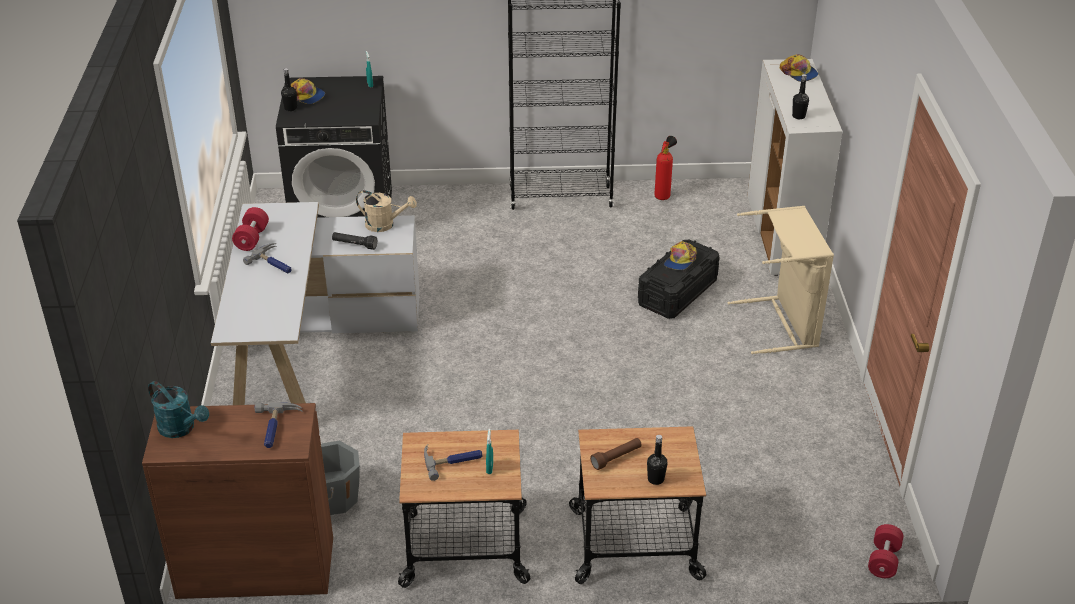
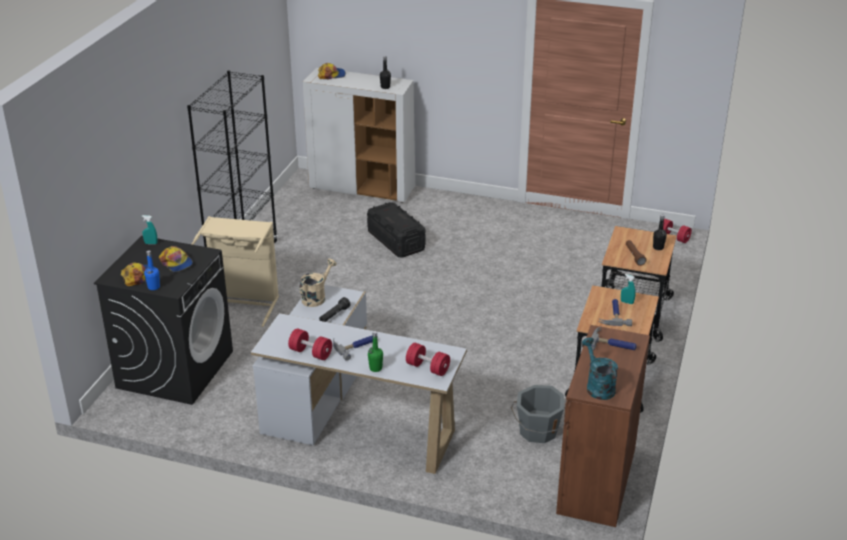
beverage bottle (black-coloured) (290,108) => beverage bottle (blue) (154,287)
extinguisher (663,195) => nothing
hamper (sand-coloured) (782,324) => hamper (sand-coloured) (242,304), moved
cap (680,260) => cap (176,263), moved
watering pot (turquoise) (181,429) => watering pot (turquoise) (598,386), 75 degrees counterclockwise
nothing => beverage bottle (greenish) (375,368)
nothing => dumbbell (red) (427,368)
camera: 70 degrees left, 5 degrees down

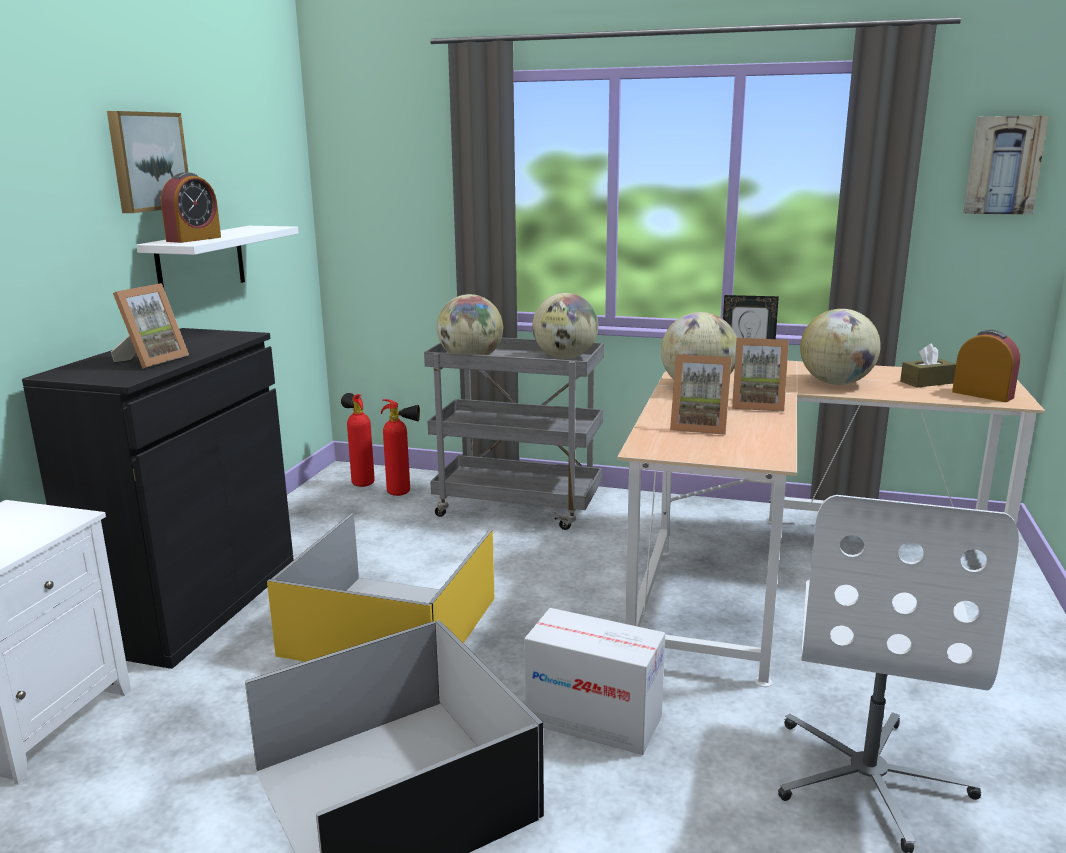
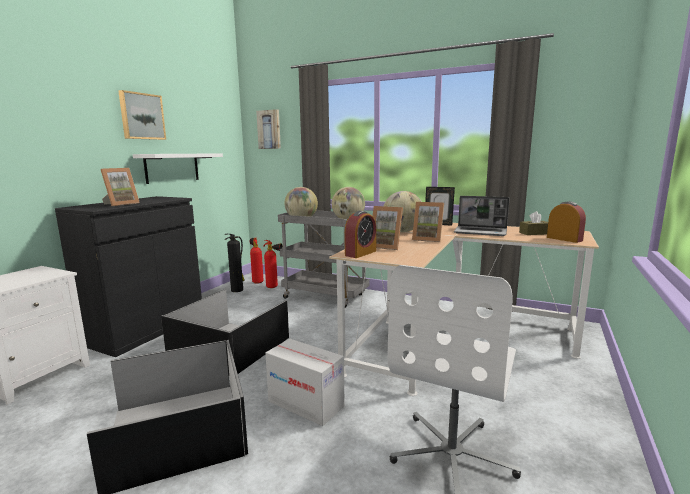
wall picture (1003,165) => wall picture (269,129), moved
alarm clock (194,239) => alarm clock (360,253), moved
globe (836,383) => portable computer (481,232)
storage box (yellow-coloured) (394,626) => storage box (black-coloured) (231,347)
nothing => extinguisher (237,290)
camera: 10 degrees right, 5 degrees down

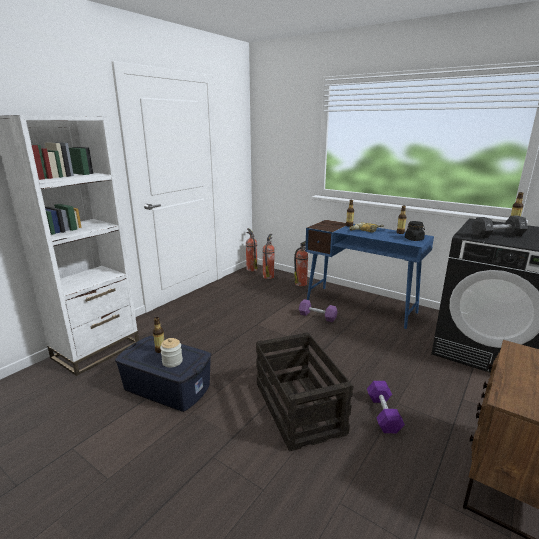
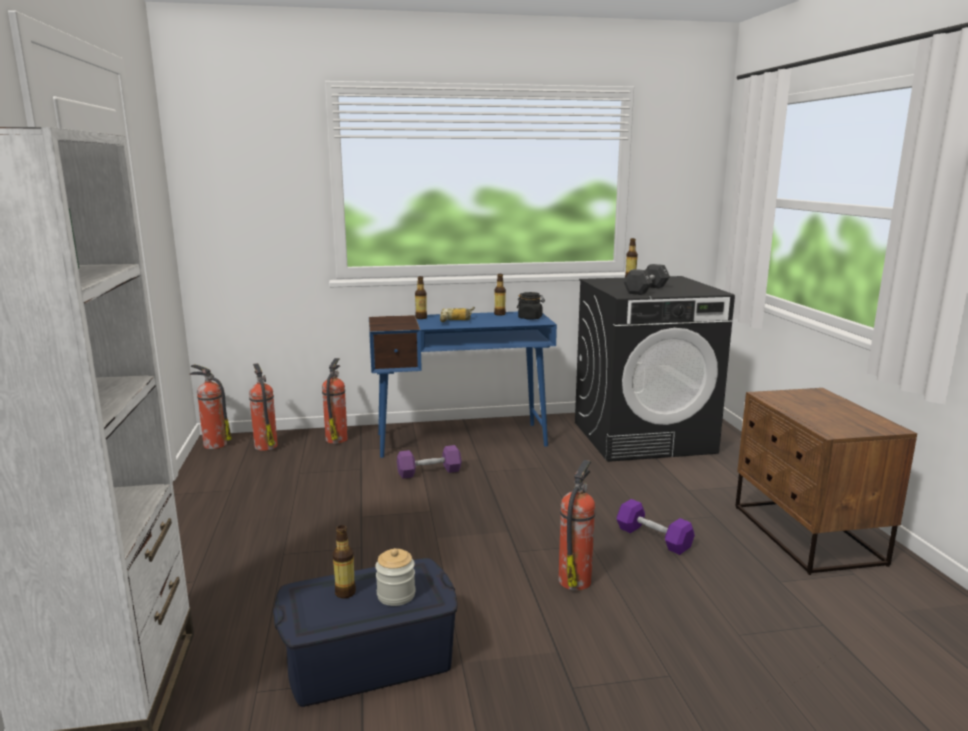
crate (299,408) => extinguisher (575,580)
camera: 45 degrees left, 5 degrees down

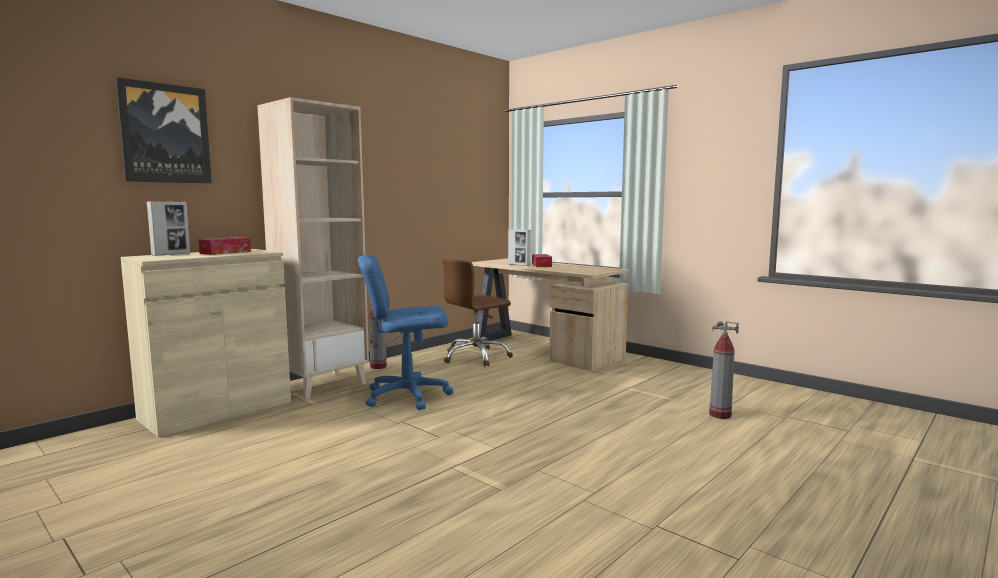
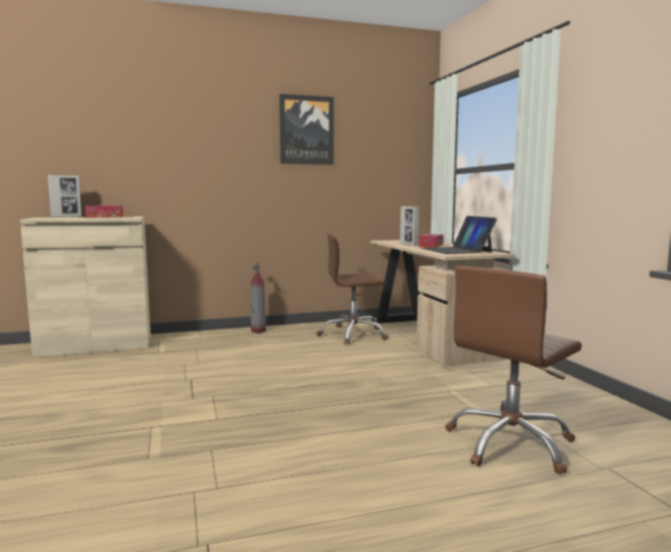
wall picture (165,133) => wall picture (306,130), moved
bookshelf (sand-coloured) (322,384) => nothing
desk chair (blue) (407,396) => nothing
extinguisher (720,415) => desk chair (brown) (510,444)
nothing => portable computer (456,250)
camera: 30 degrees right, 0 degrees up

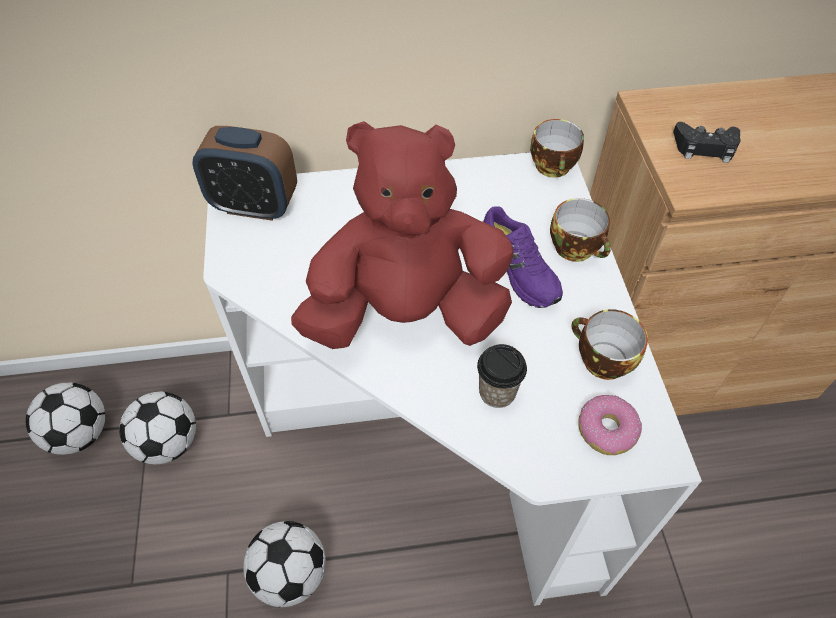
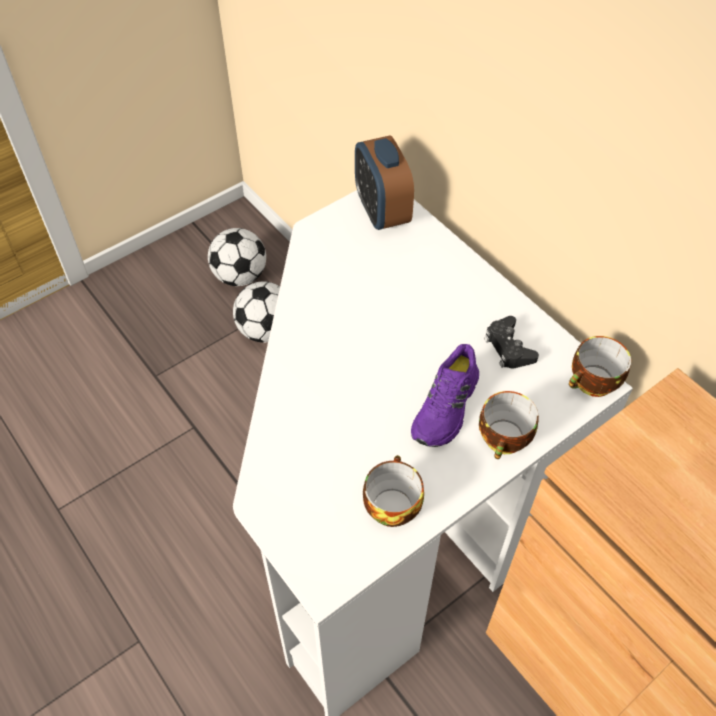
plush toy (red) (407,314) => nothing
gamepad (black-coloured) (704,147) => gamepad (black-coloured) (508,347), moved
drinking cup (497,392) => nothing
ring doughnut (606,429) => nothing
football ball (290,574) => nothing
camera: 60 degrees right, 0 degrees up

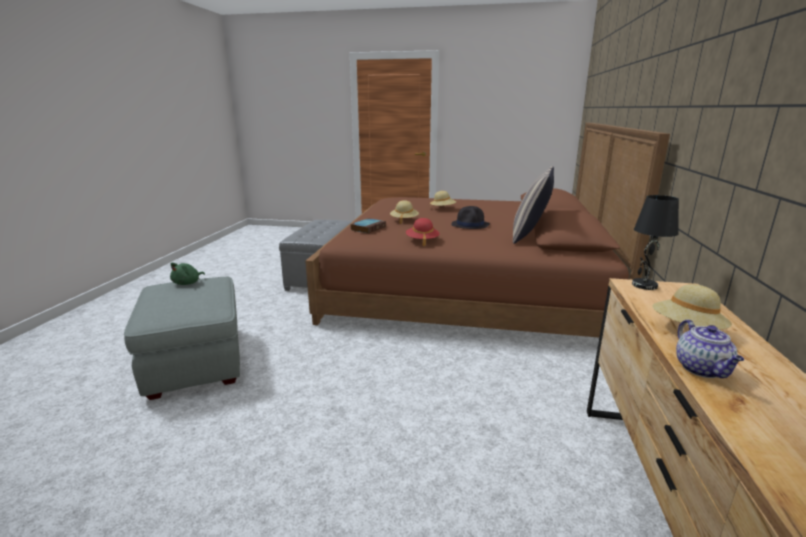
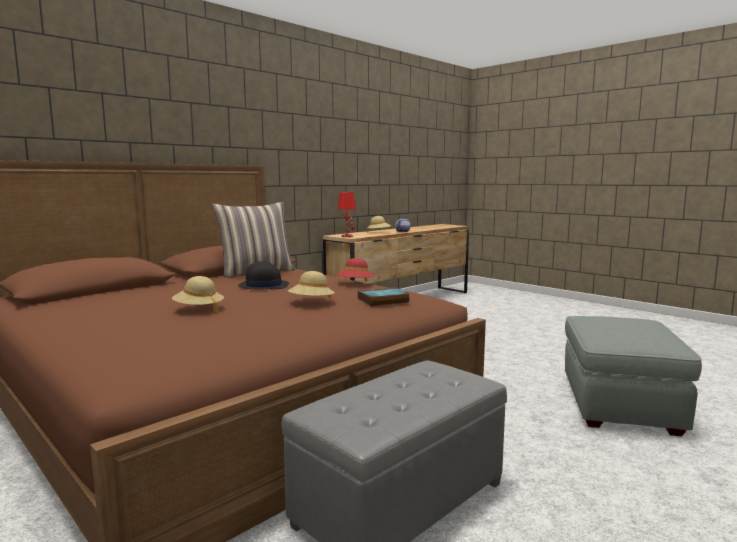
lamp for a table (black-coloured) (644,285) => lamp for a table (red) (347,236)
plush toy (greenish) (188,283) => nothing
camera: 145 degrees left, 10 degrees down

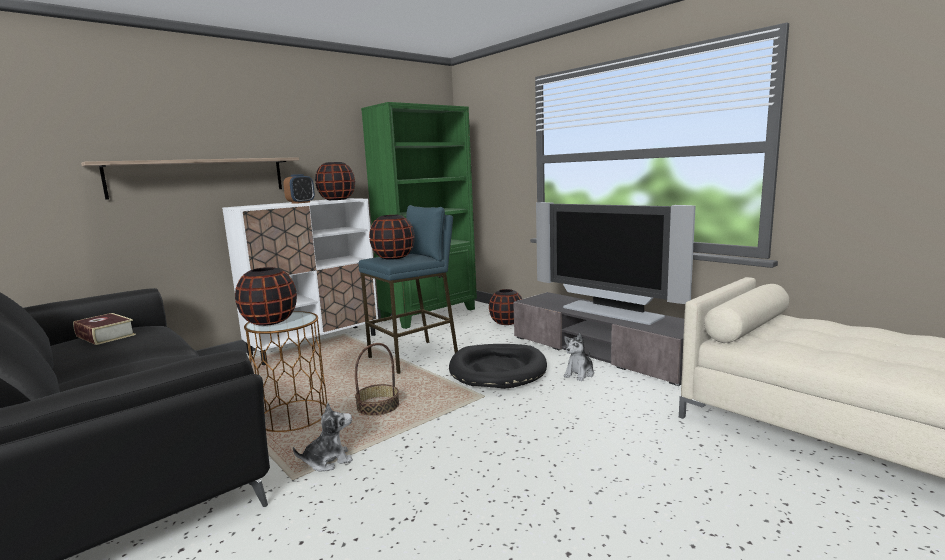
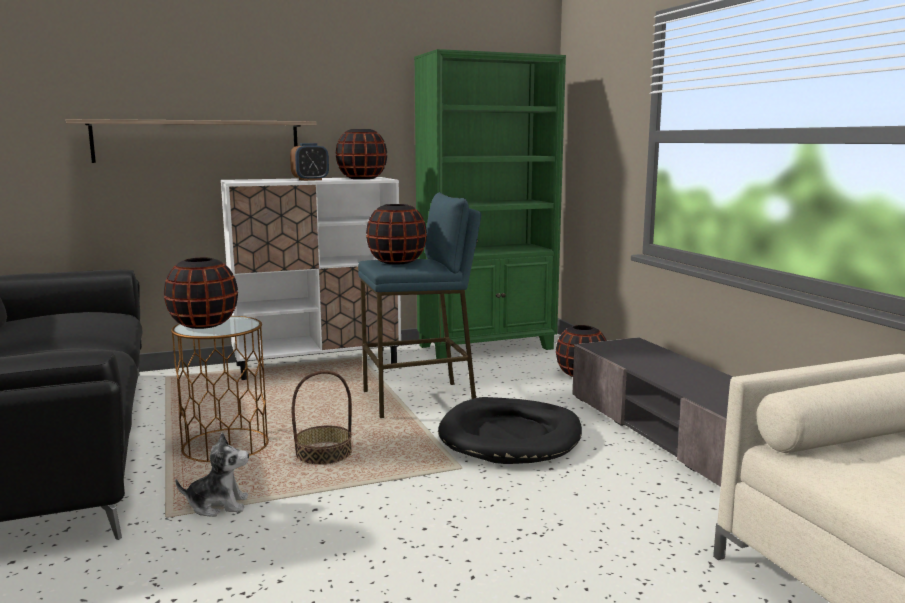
TV (610,312) => nothing
volume (105,335) => nothing
plush toy (579,374) => nothing
camera: 20 degrees right, 0 degrees up

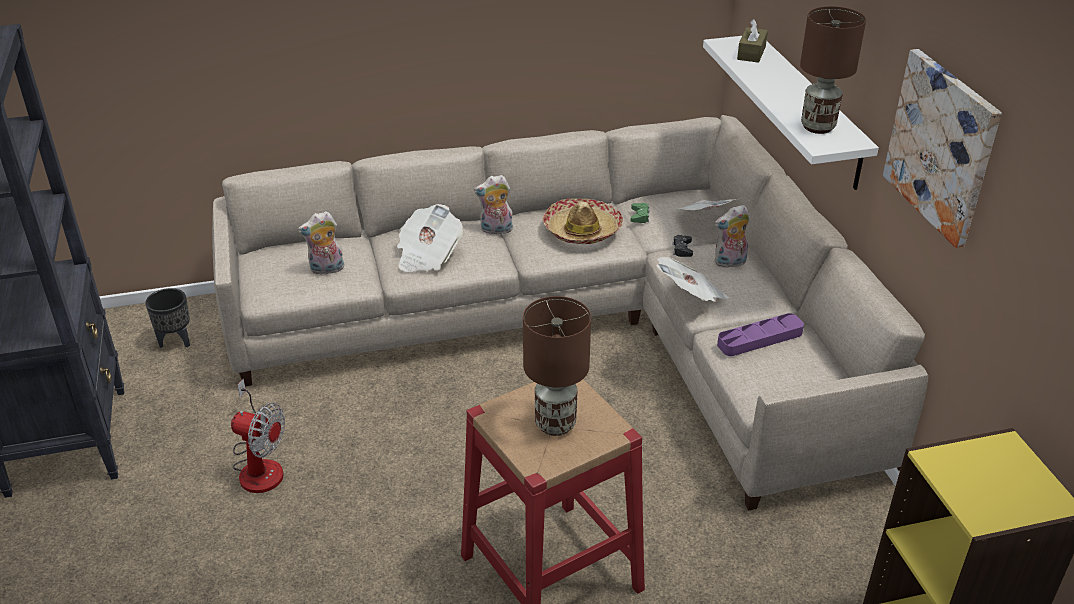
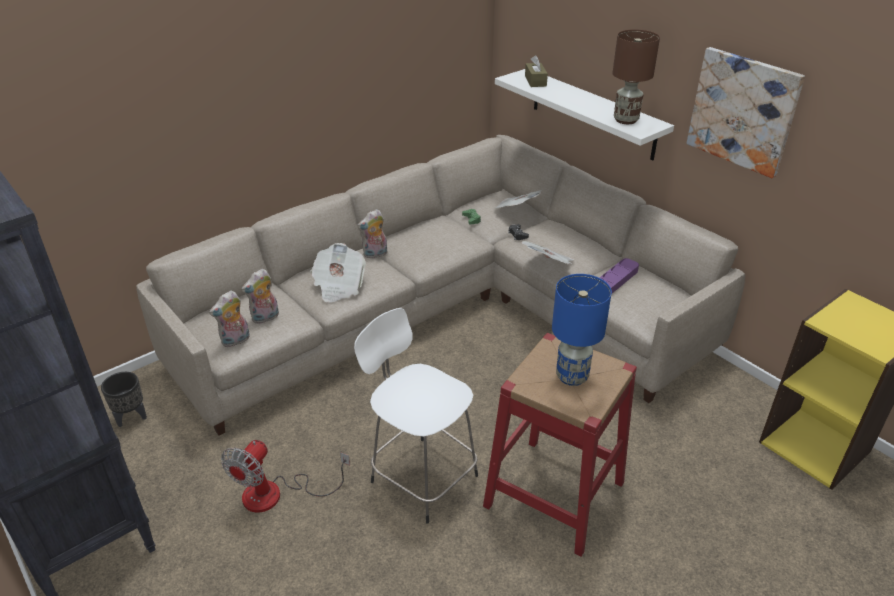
wearable hat (582,230) => nothing
plush toy (730,263) => plush toy (235,341), moved
lamp for a table (brown) (554,425) => lamp for a table (blue) (571,377)
electric fan (259,465) => electric fan (276,494), 120 degrees clockwise
nothing => stool (white-coloured) (421,476)
camera: 25 degrees left, 0 degrees up

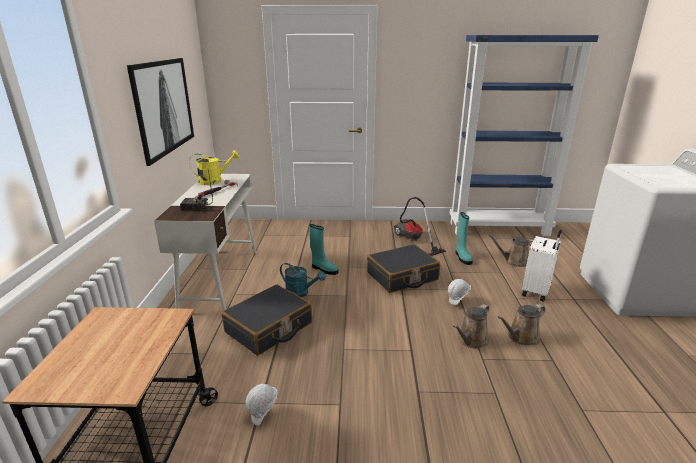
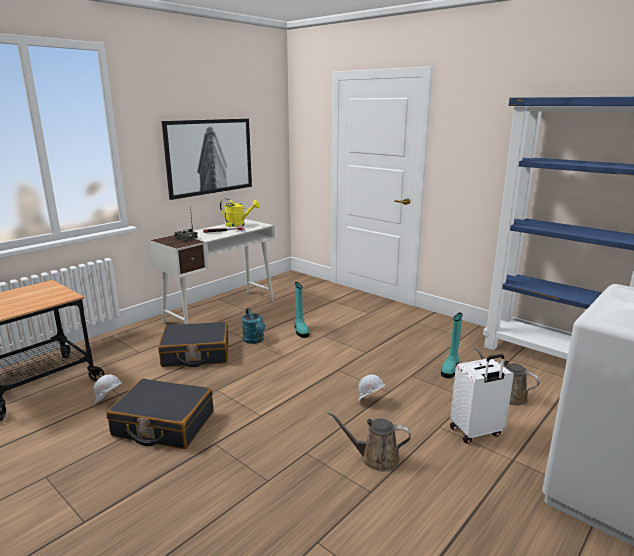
hoover (412,240) => nothing
travel case (black-coloured) (402,277) => travel case (black-coloured) (163,424), moved
watering pot (brown) (471,340) => nothing
camera: 40 degrees right, 5 degrees down

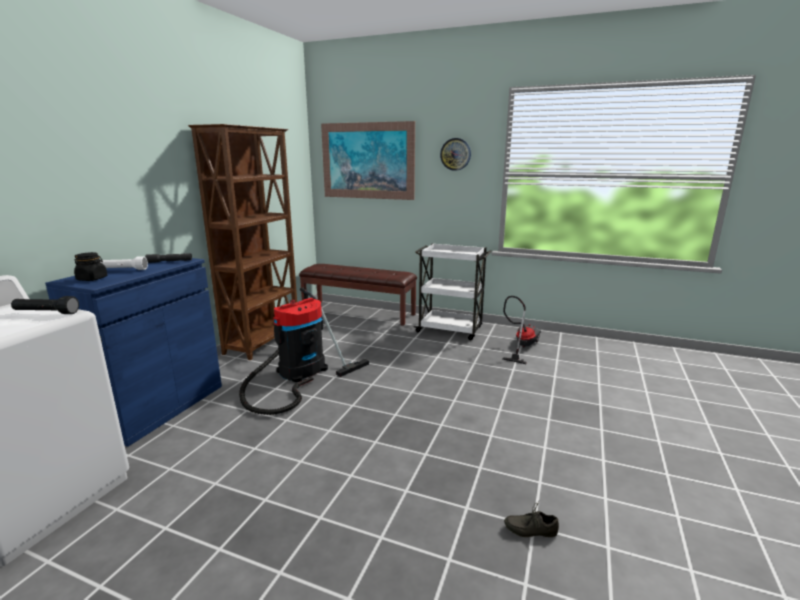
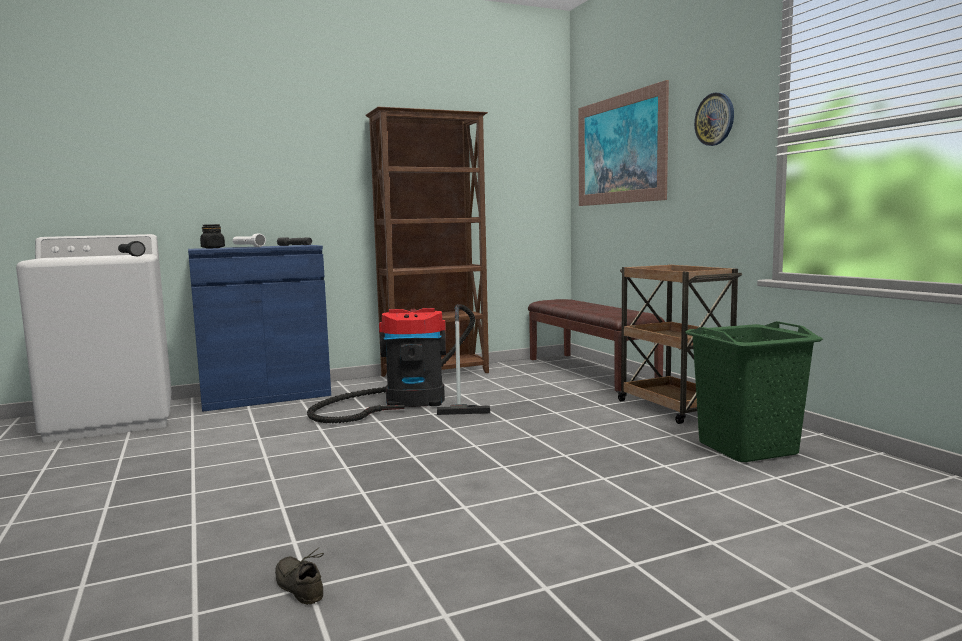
trolley (white-coloured) (450,330) => trolley (brown) (675,408)
hoover (521,346) => hamper (greenish) (748,448)
camera: 45 degrees right, 10 degrees down

